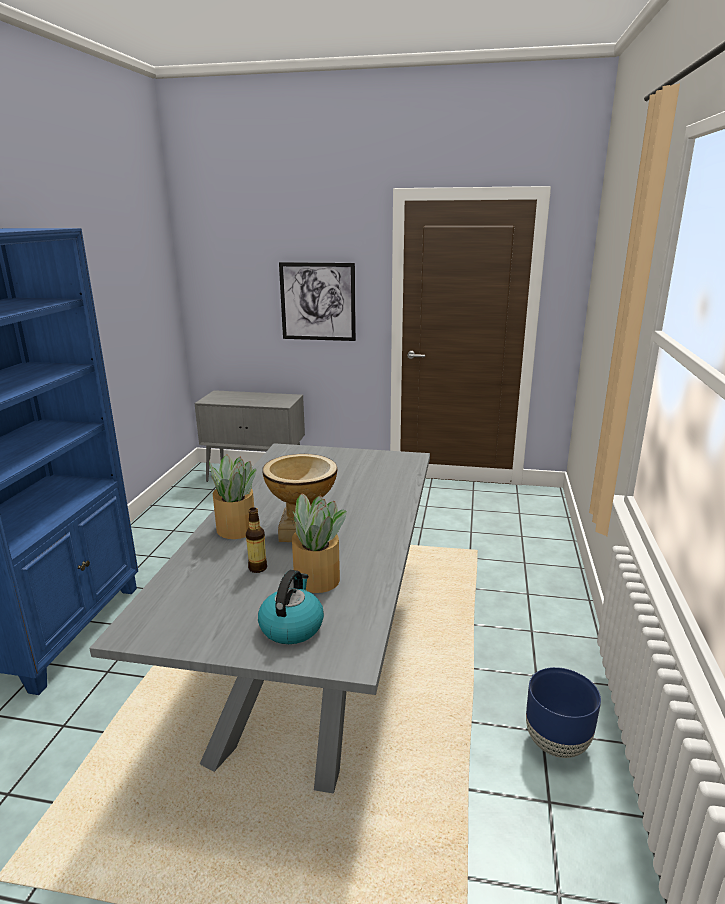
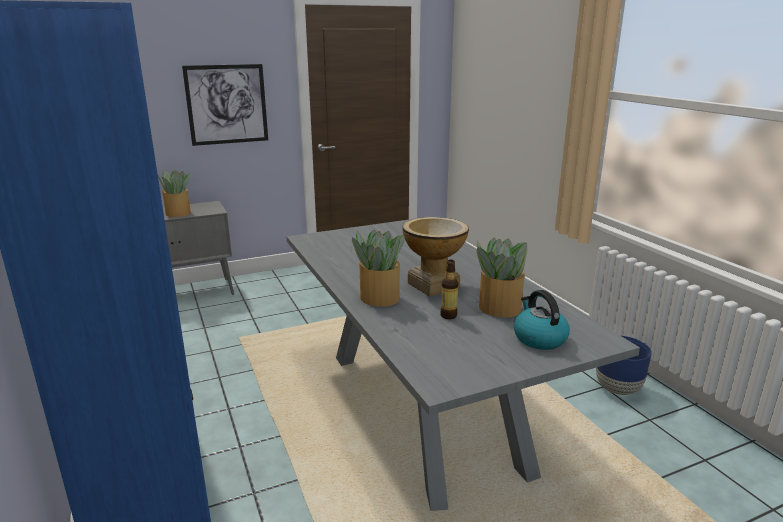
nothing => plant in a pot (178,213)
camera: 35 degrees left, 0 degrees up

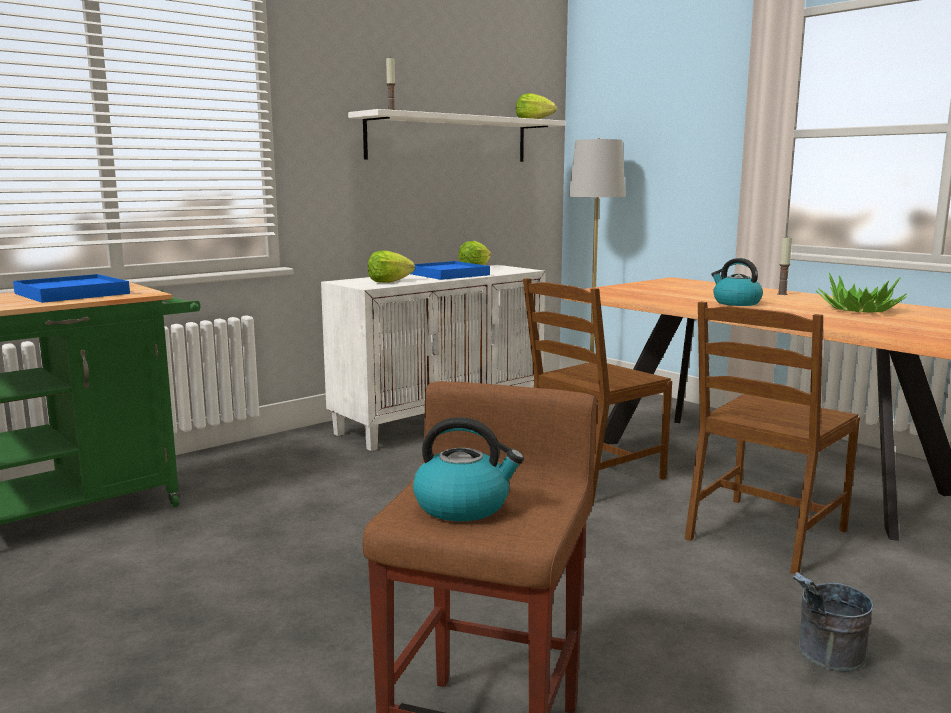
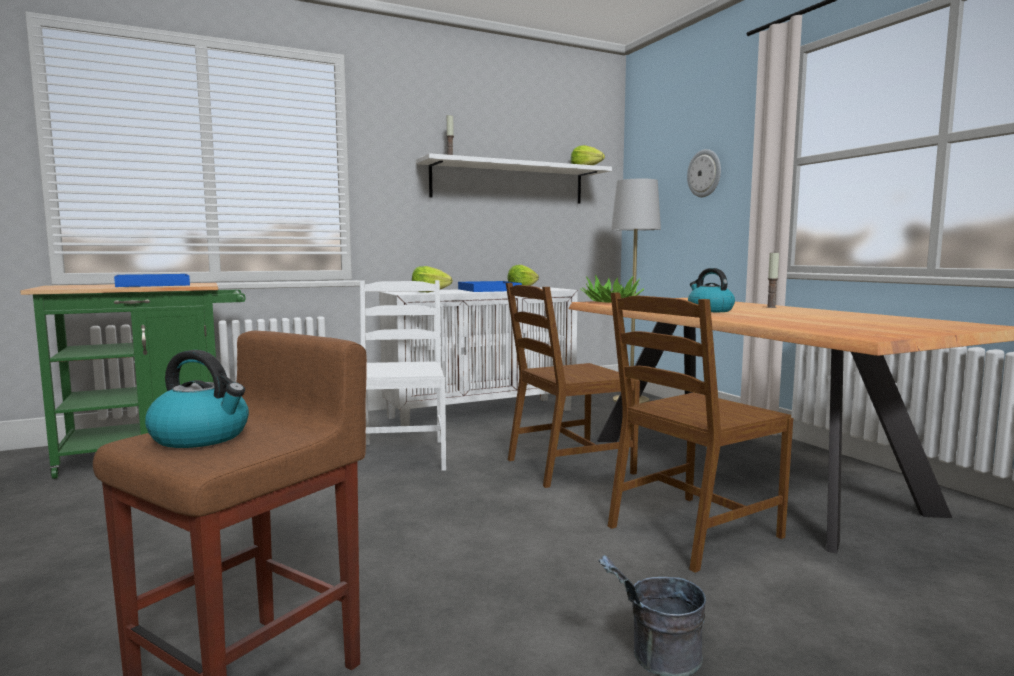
plant in a pot (859,310) => plant in a pot (611,302), moved
nothing => clock on the wall (704,173)
nothing => chair (white-coloured) (401,455)
camera: 15 degrees right, 5 degrees down

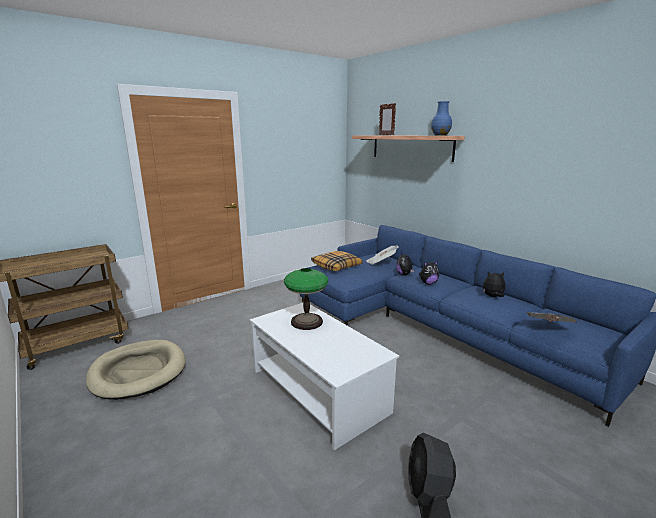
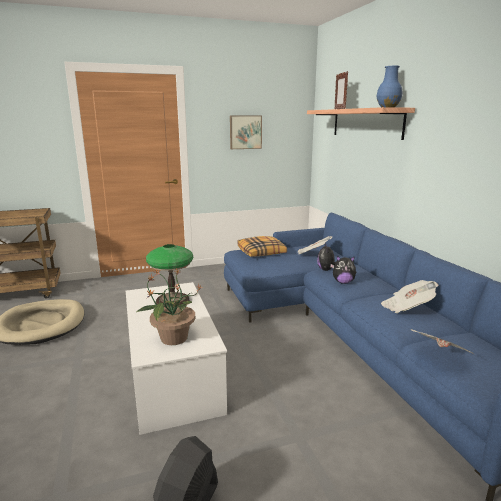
plush toy (493,297) => daily paper (407,308)
nothing => wall picture (245,132)
nothing => plant in a pot (173,338)
camera: 20 degrees right, 0 degrees up

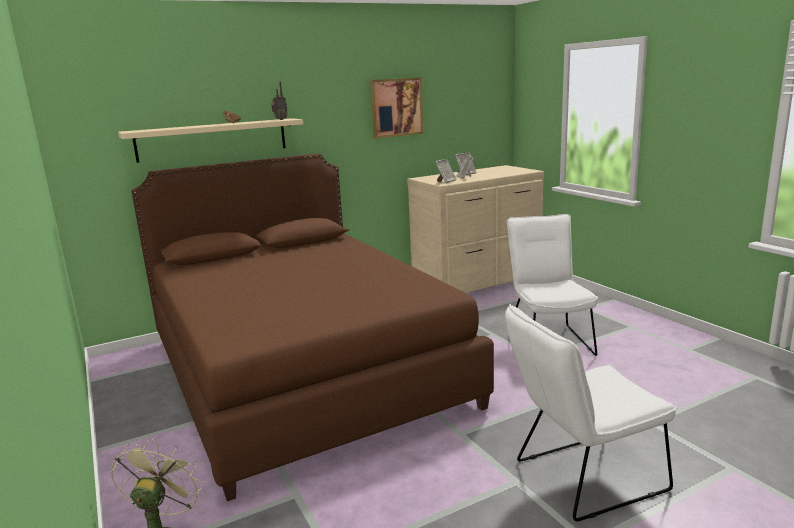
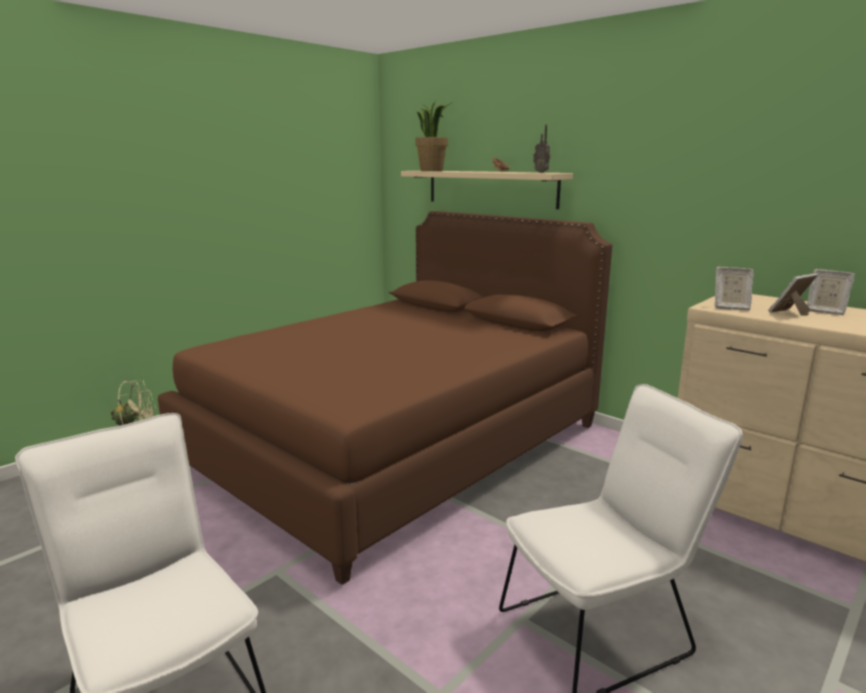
wall picture (396,107) => nothing
nothing => plant in a pot (432,170)
camera: 70 degrees right, 0 degrees up

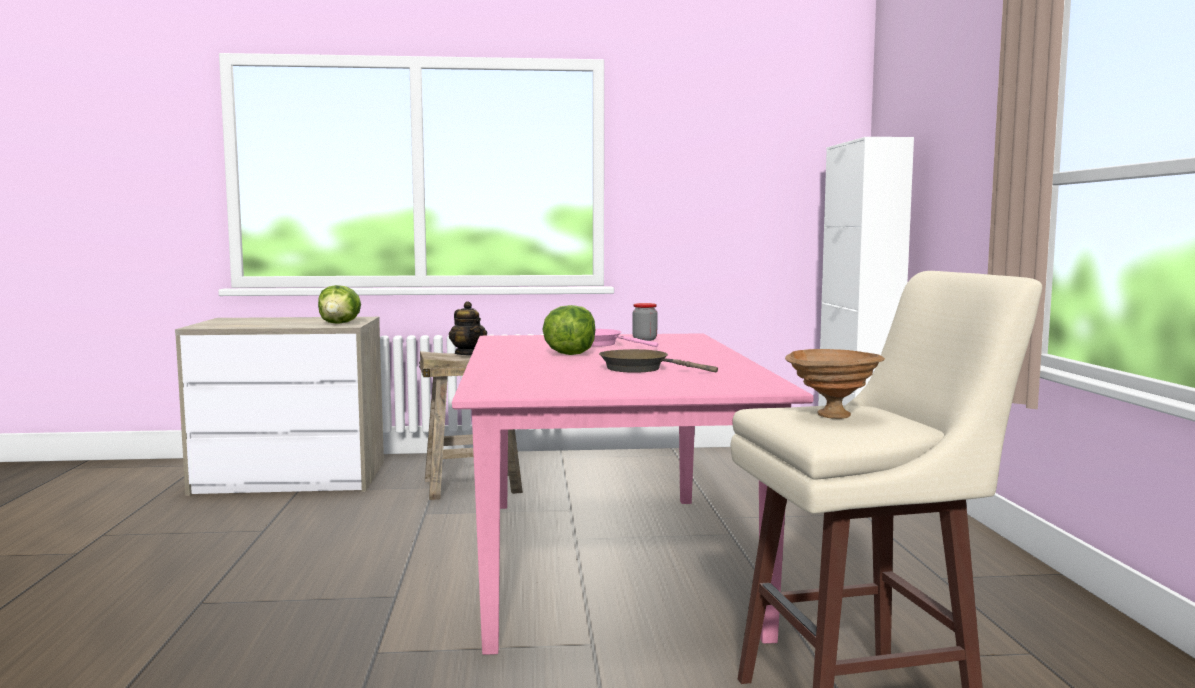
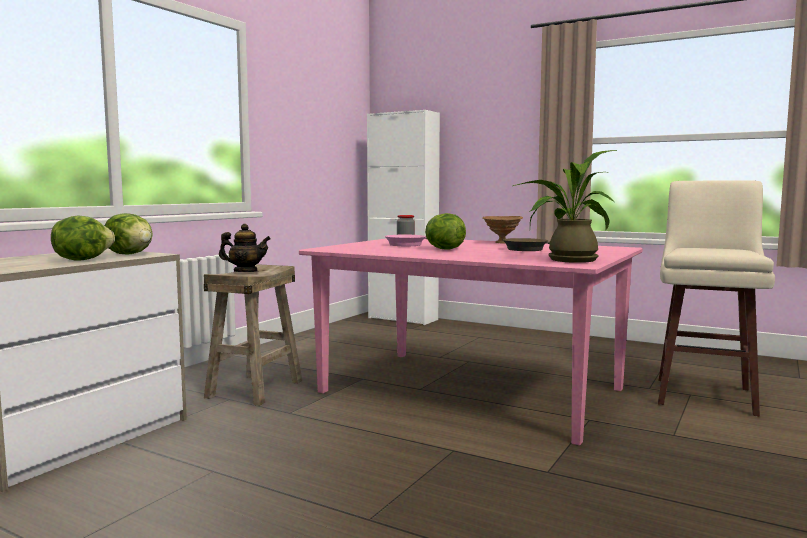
bowl (brown) (832,416) => bowl (brown) (502,243), moved
nothing => plant in a pot (566,260)
nothing => lettuce head (82,260)
camera: 55 degrees left, 0 degrees up

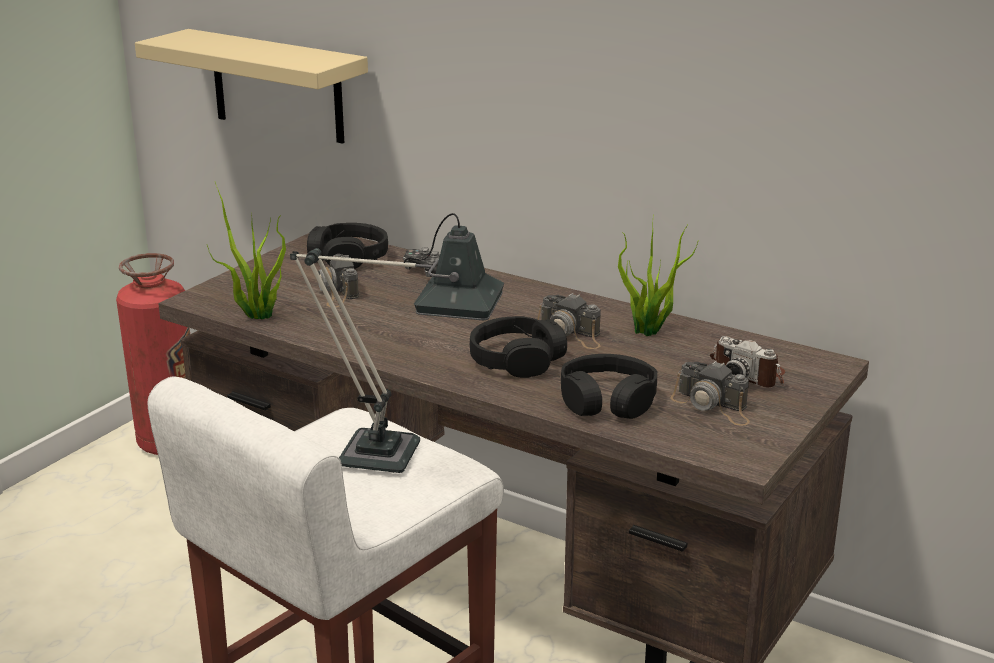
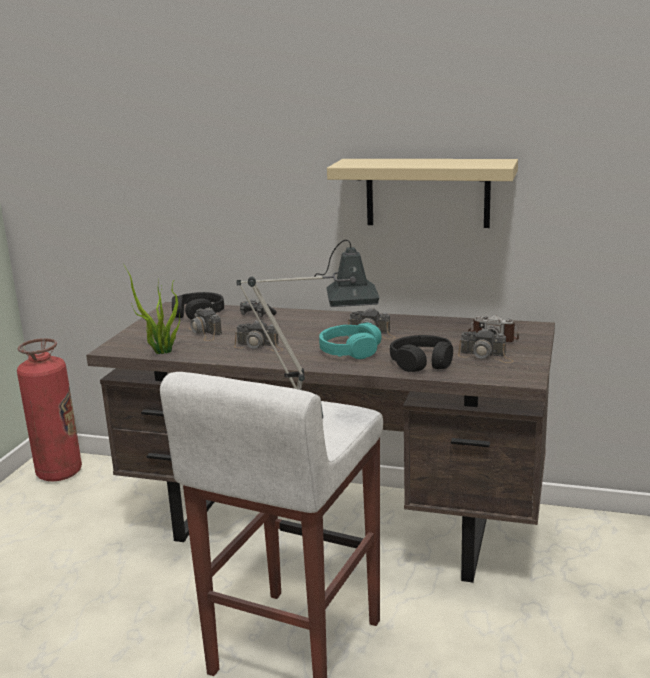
bracket shelf (sand-coloured) (277,86) => bracket shelf (sand-coloured) (427,192), moved
plant in a pot (650,332) => nothing
pair of headphones (black-coloured) (516,360) => pair of headphones (turquoise) (349,351)
nothing => still camera (259,346)
camera: 15 degrees left, 5 degrees down

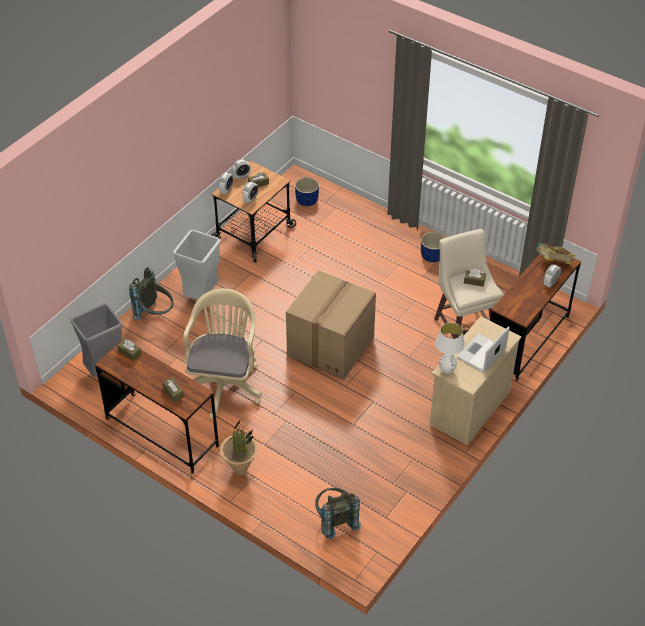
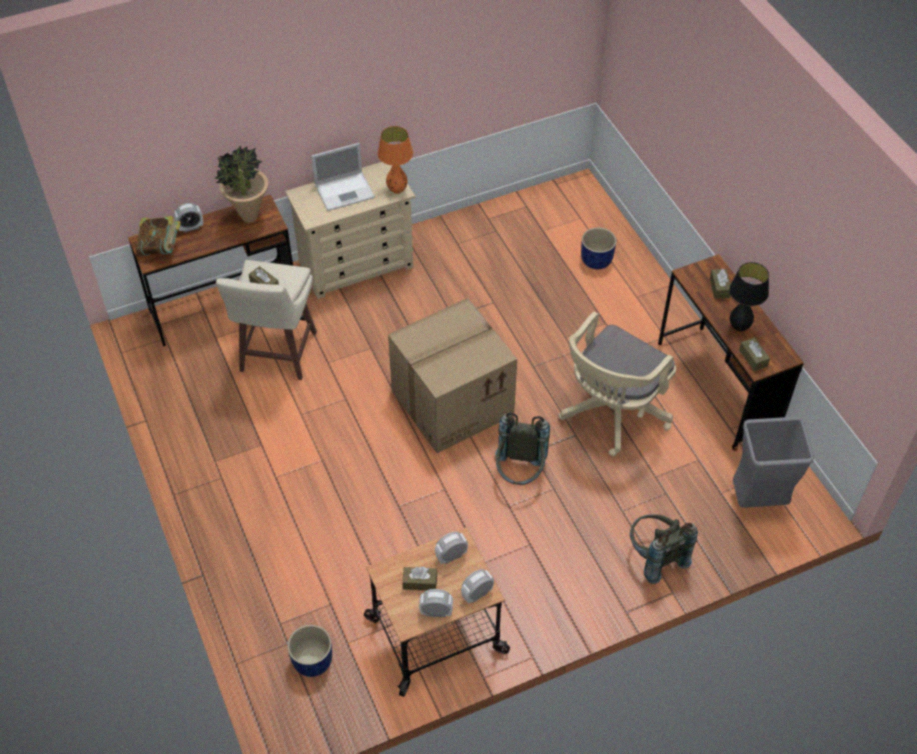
trash can (gray) (201,295) => nothing
planter (blue) (432,256) => planter (blue) (596,260), moved
lamp for a table (white-coloured) (446,370) => lamp for a table (orangey) (397,190)
plant in a pot (240,470) => plant in a pot (249,217), moved
backpack (gray) (335,520) => backpack (gray) (519,474), moved
nothing => lamp for a table (black-coloured) (739,327)
camera: 150 degrees left, 5 degrees up

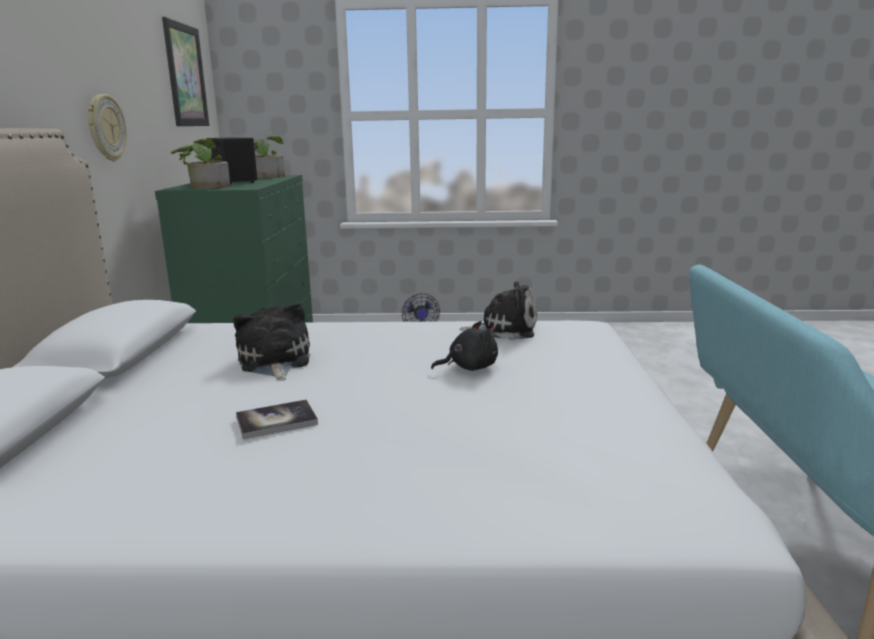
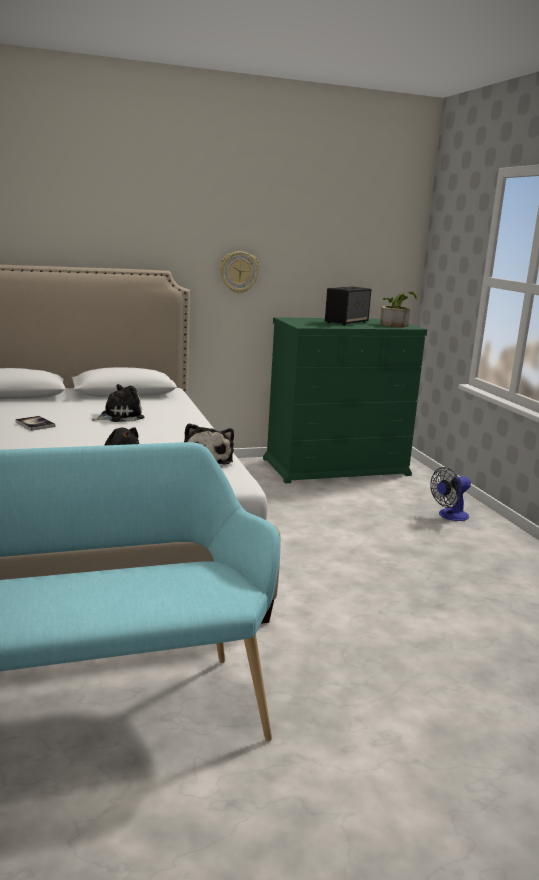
wall picture (186,75) => nothing
plant in a pot (205,187) => nothing
camera: 70 degrees right, 0 degrees up

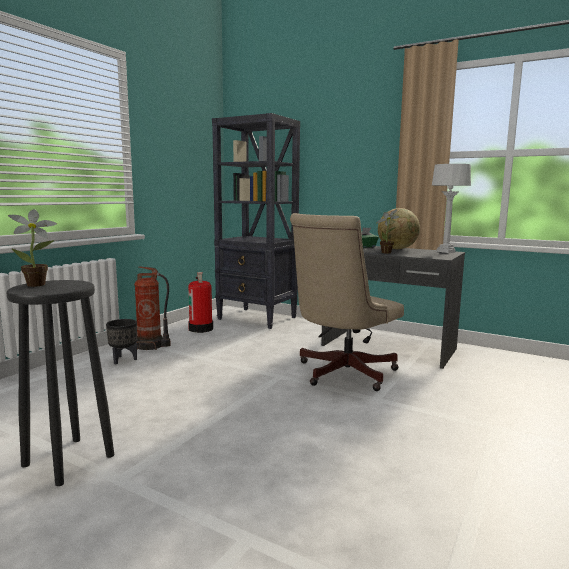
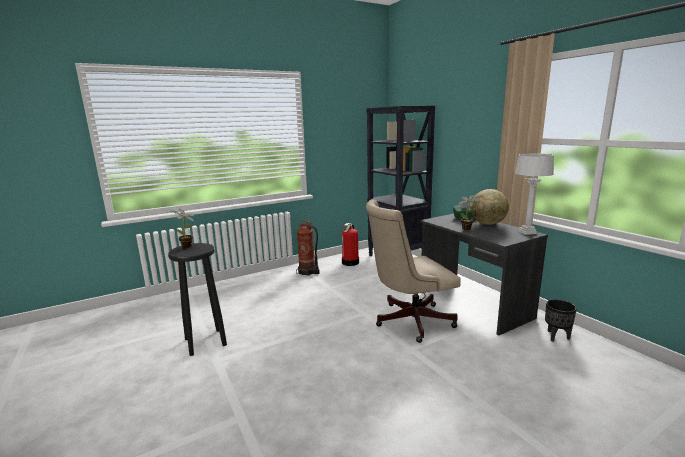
planter (black-coloured) (123,359) => planter (black-coloured) (556,336), moved
camera: 30 degrees right, 5 degrees up

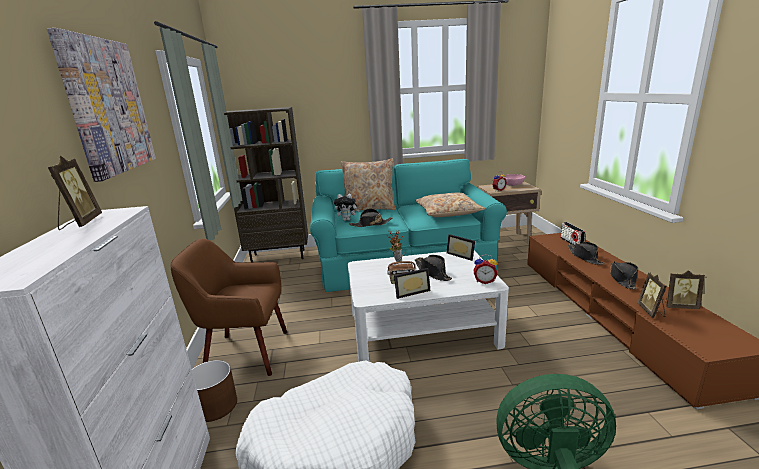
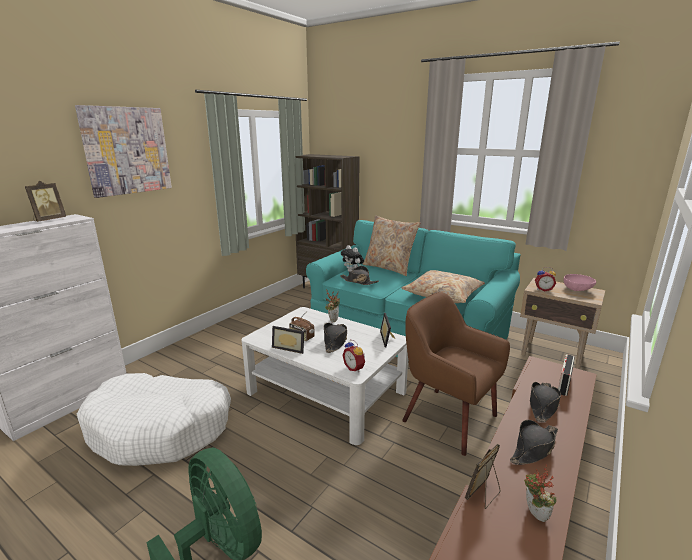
lounge chair (brown) (245,353) => lounge chair (brown) (448,418), moved
picture frame (679,306) => plant in a pot (533,514)
planter (brown) (215,405) => nothing
camera: 40 degrees right, 0 degrees up

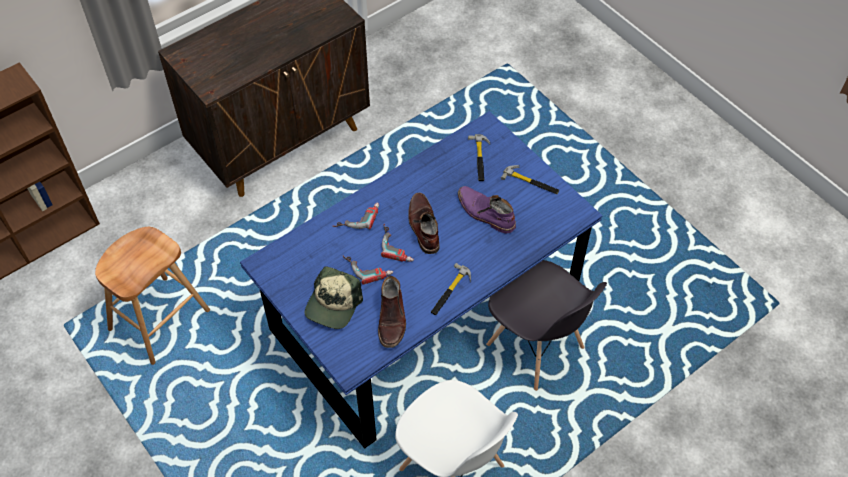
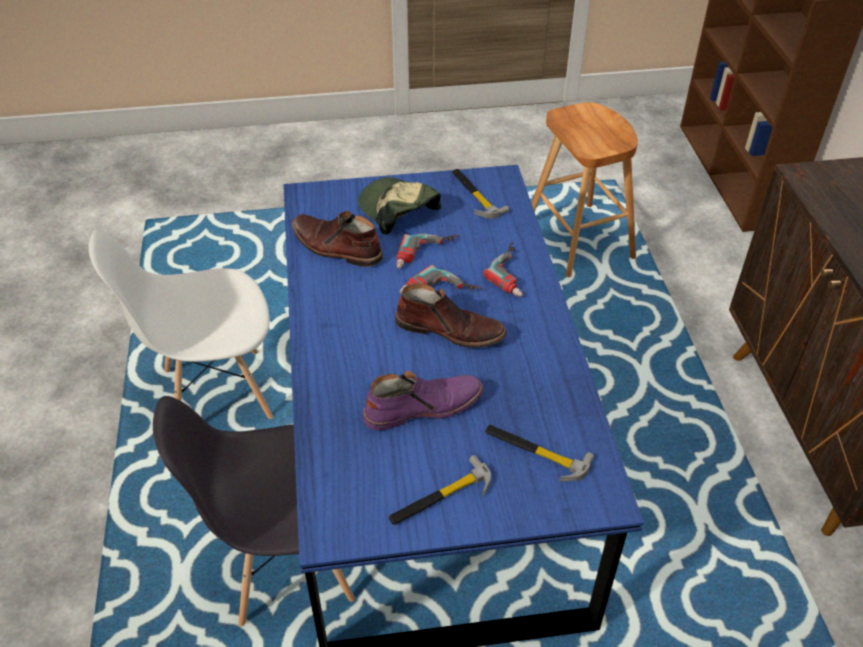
hammer (450,292) => hammer (474,195), moved
camera: 120 degrees right, 10 degrees down

